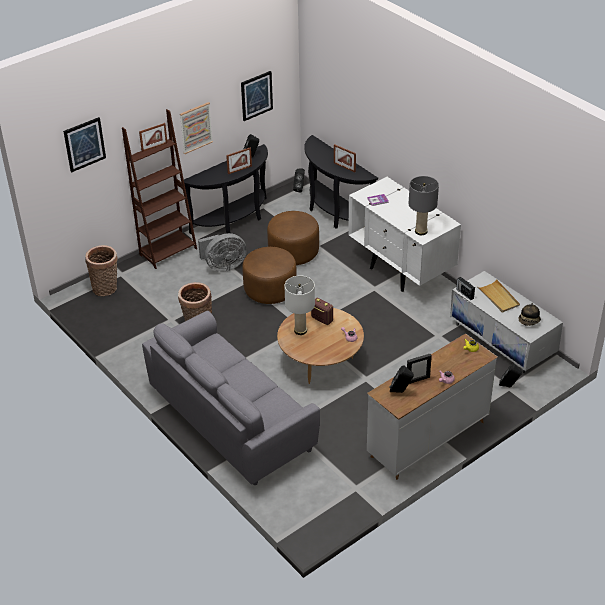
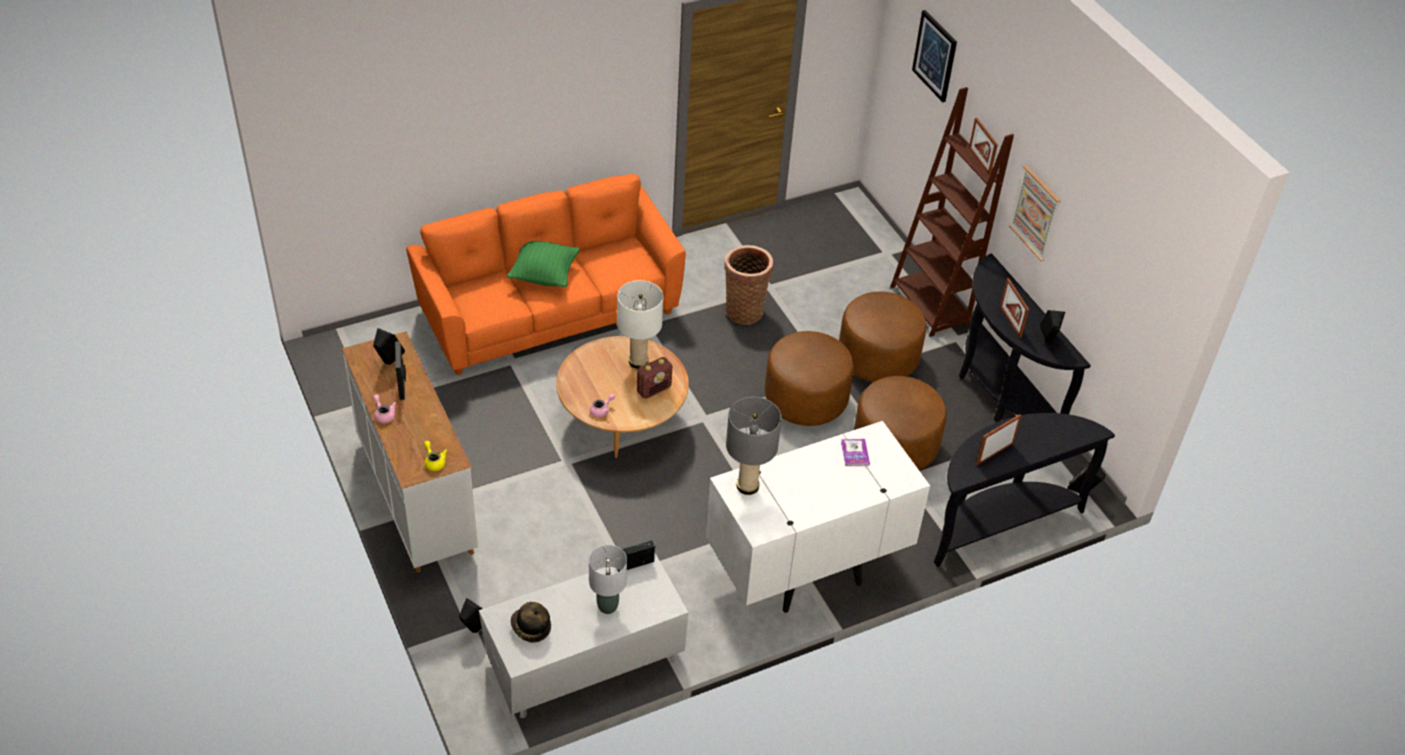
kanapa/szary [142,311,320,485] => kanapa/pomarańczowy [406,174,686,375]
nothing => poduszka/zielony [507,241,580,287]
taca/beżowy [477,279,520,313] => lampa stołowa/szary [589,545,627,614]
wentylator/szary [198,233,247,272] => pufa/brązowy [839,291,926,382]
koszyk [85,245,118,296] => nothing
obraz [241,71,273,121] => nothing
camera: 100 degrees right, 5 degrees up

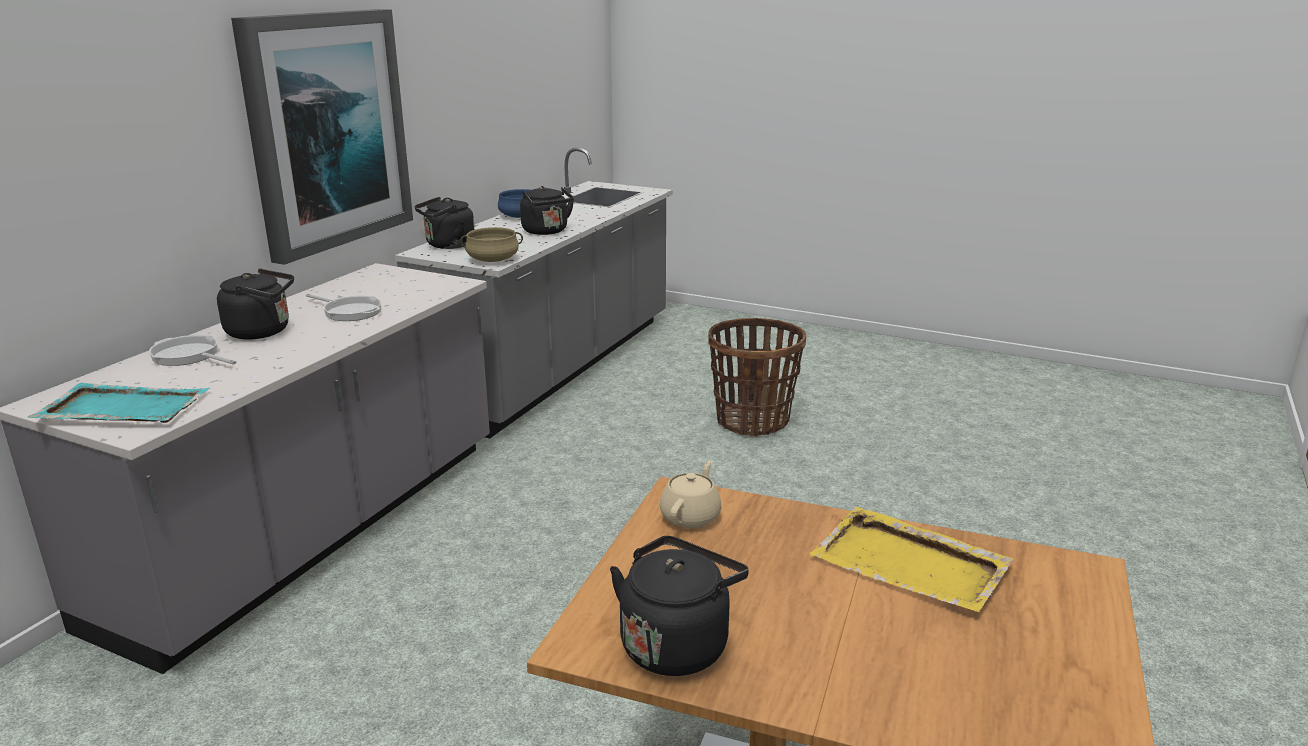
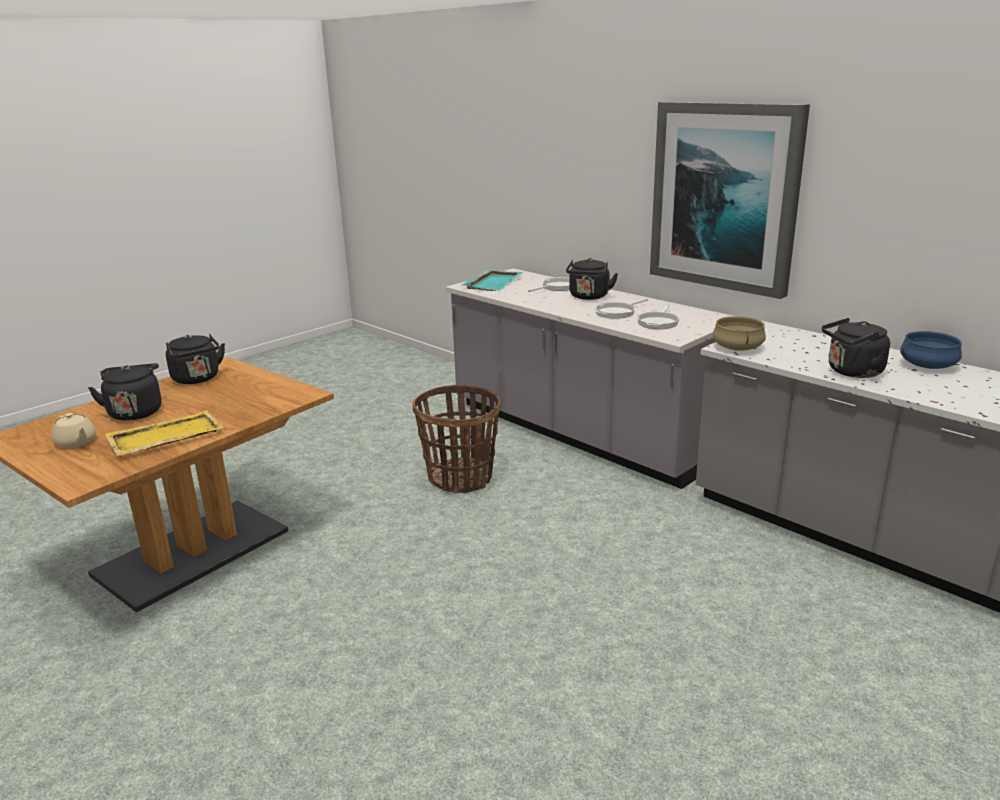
imbryk/beżowy [660,461,721,528] => imbryk/beżowy [51,413,96,448], moved
czajnik/czarny [415,197,475,249] => czajnik/czarny [88,363,162,421], moved
koszyk [708,318,806,437] => koszyk [413,384,501,494], moved
nothing => patelnia [636,304,680,329]
camera: 110 degrees right, 0 degrees up

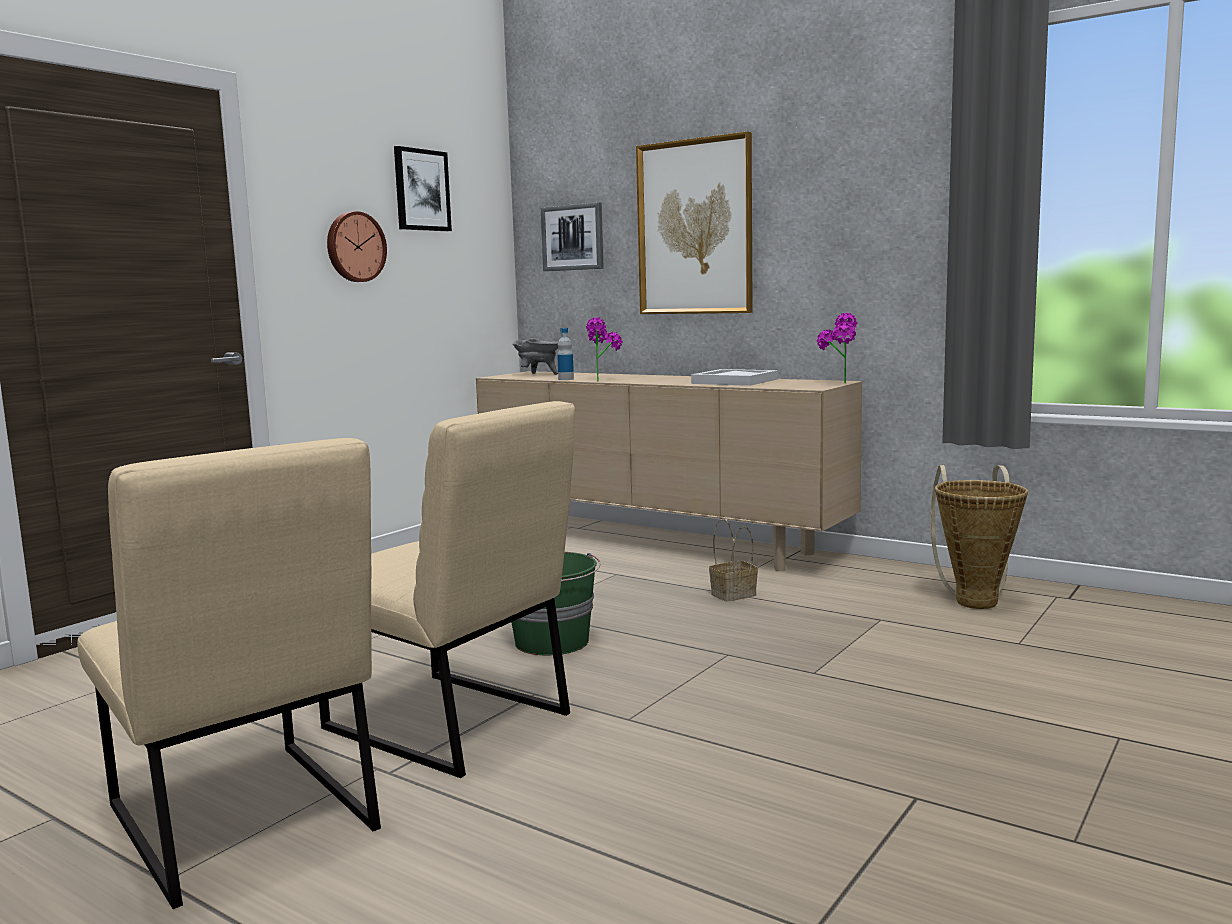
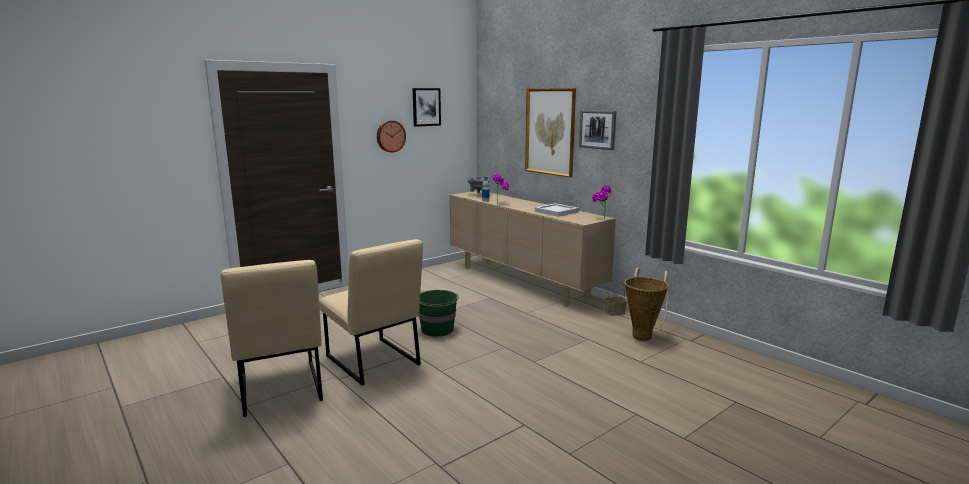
obraz [541,202,604,271] => obraz [579,110,616,150], moved
koszyk [709,519,758,602] => koszyk [605,277,627,316], moved
camera: 15 degrees right, 5 degrees up

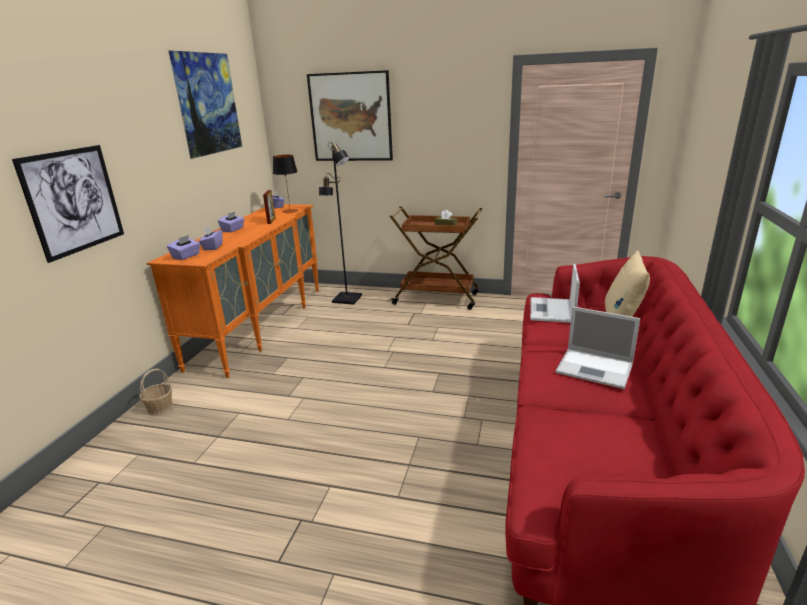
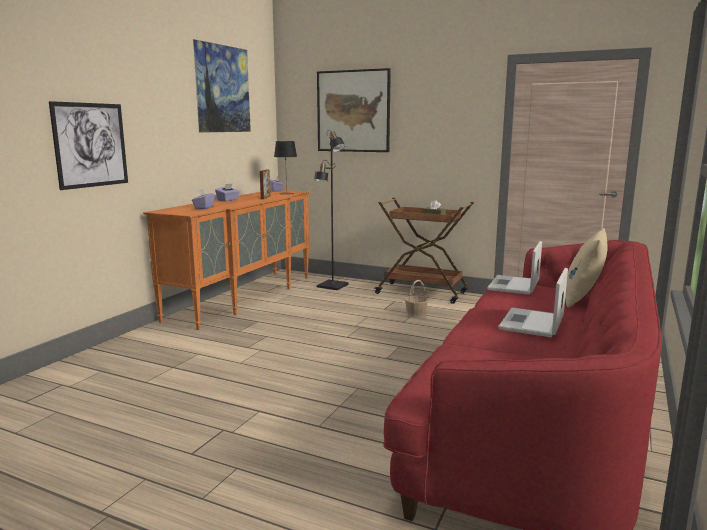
koszyk [140,369,173,416] => koszyk [405,280,429,317], moved
laptop [555,307,640,389] => laptop [498,268,568,337], 75 degrees clockwise
pudełko chusteczek/fioletowy [167,235,200,260] => nothing
camera: 10 degrees right, 10 degrees down

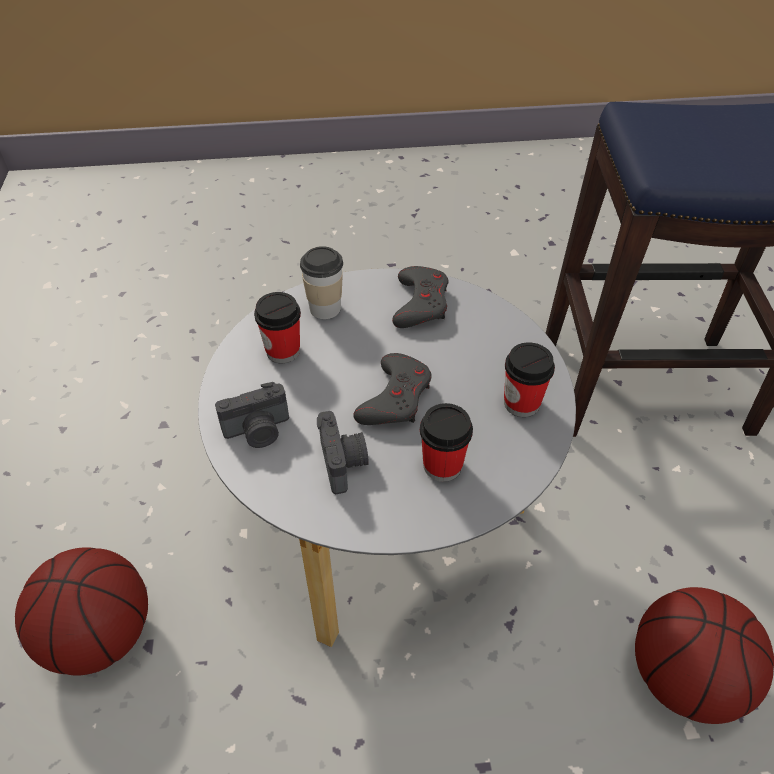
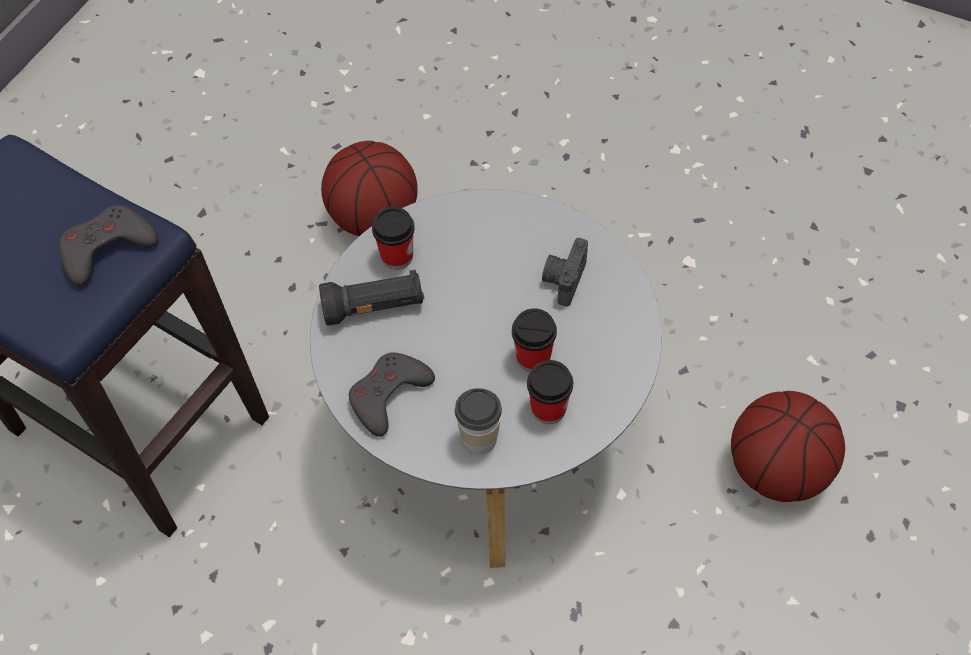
pad do gier/szary [353,353,431,425] => pad do gier/szary [59,205,159,286], moved
nothing => latarka/czarny [319,270,424,326]
filiżanka [420,403,473,482] => filiżanka [512,308,557,372], moved
aparat fotograficzny [215,382,289,448] => nothing
camera: 145 degrees left, 10 degrees up

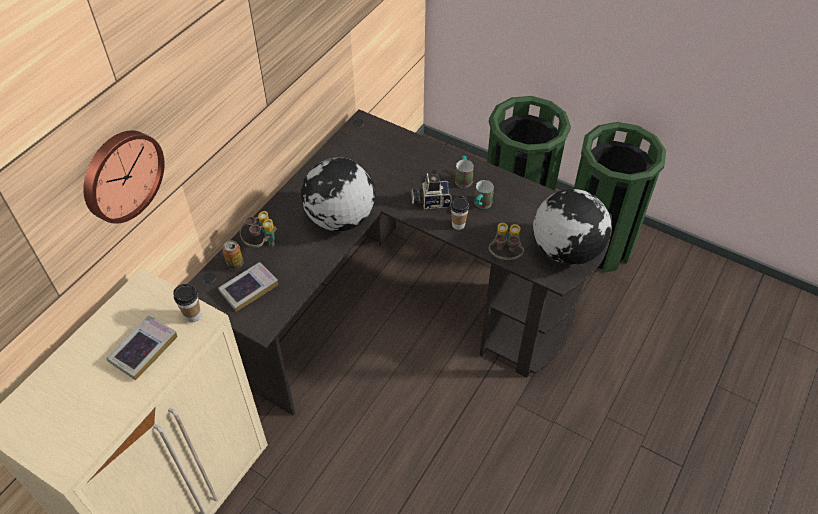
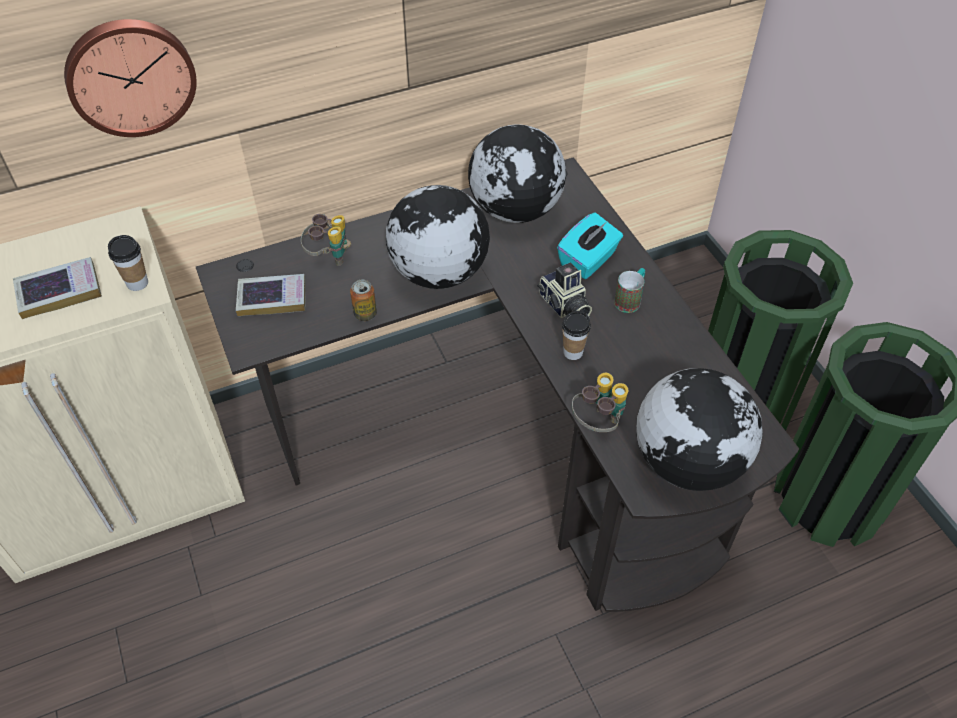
puszka [222,240,244,270] => puszka [350,279,377,321], moved
nothing => globus [468,124,566,223]
aparat fotograficzny [411,173,451,209] => aparat fotograficzny [537,263,592,318], 150 degrees counterclockwise
nothing => pudełko chusteczek/turkusowy [557,213,623,279]
kubek [474,180,494,209] => nothing
camera: 35 degrees right, 0 degrees up

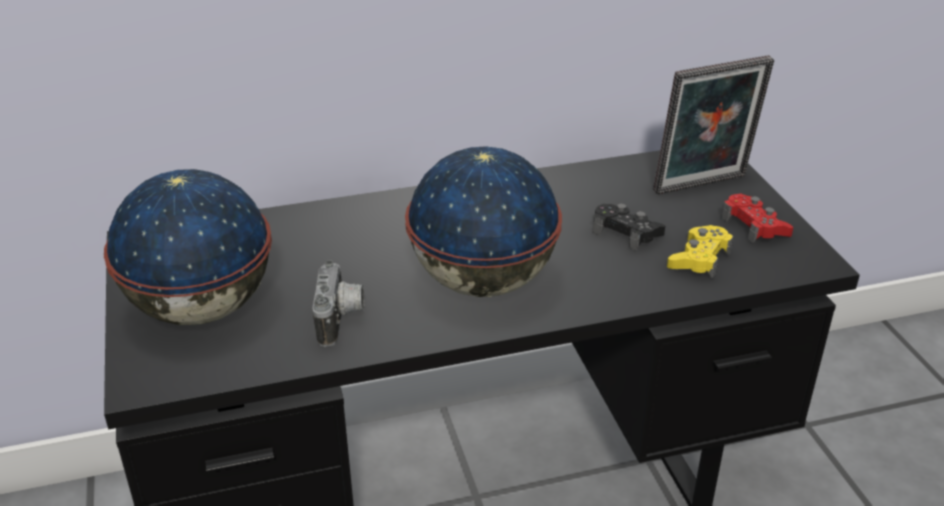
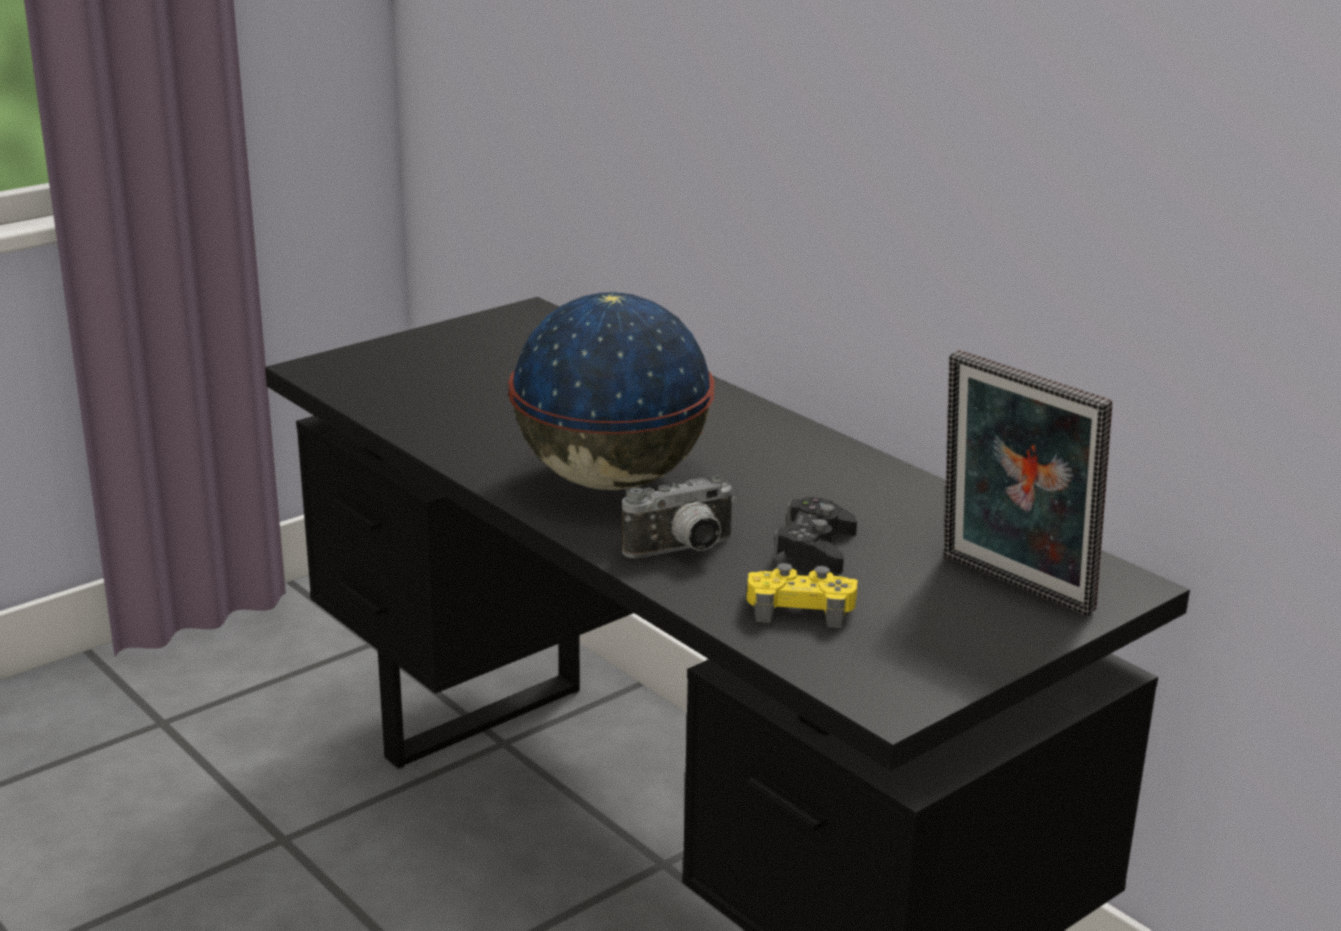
aparat fotograficzny [312,260,364,347] => aparat fotograficzny [622,476,736,558], moved
globus [104,169,272,325] => nothing
pad do gier/czerwony [721,194,794,243] => nothing
camera: 65 degrees right, 10 degrees down

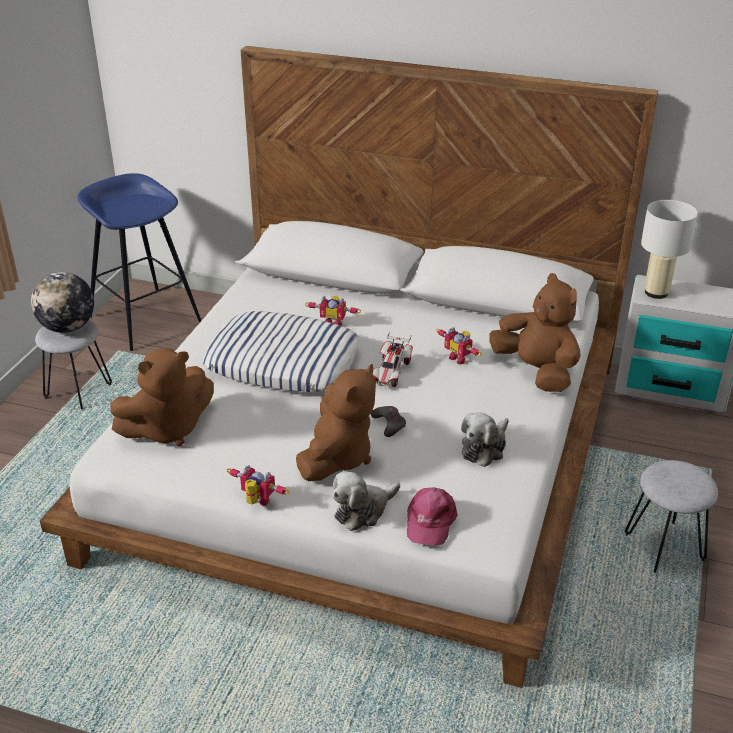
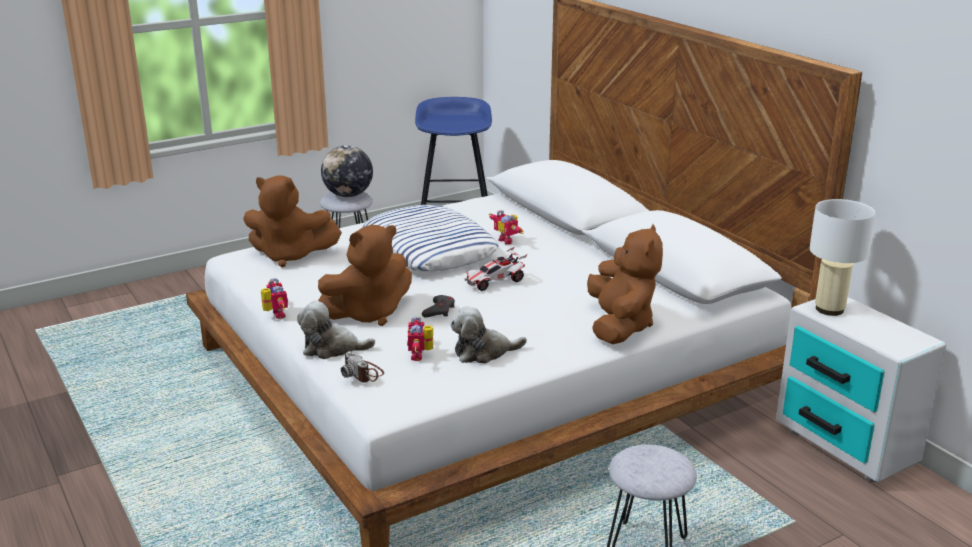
czapka z daszkiem/różowy [407,487,458,546] => aparat fotograficzny [341,351,384,383]
robot zabawkowy [436,327,481,364] => robot zabawkowy [407,316,433,361], moved
camera: 40 degrees right, 10 degrees down

